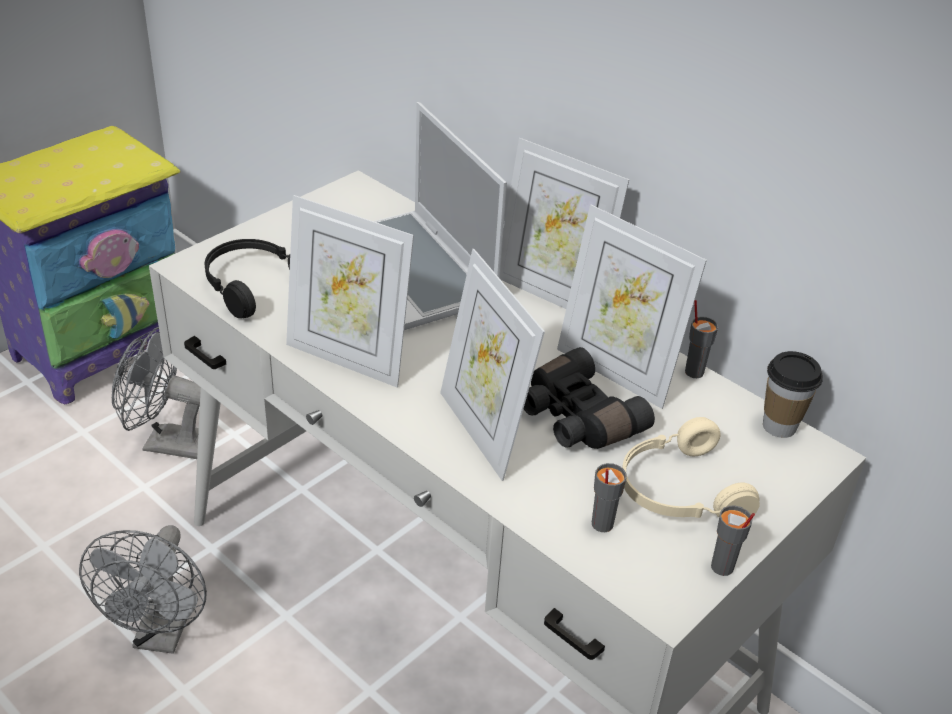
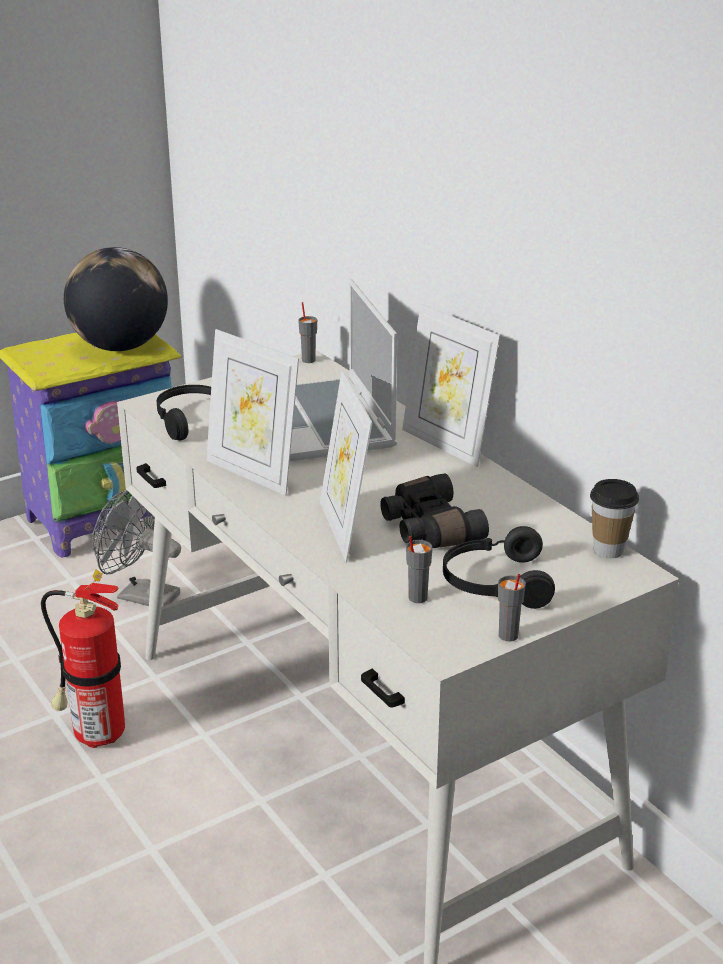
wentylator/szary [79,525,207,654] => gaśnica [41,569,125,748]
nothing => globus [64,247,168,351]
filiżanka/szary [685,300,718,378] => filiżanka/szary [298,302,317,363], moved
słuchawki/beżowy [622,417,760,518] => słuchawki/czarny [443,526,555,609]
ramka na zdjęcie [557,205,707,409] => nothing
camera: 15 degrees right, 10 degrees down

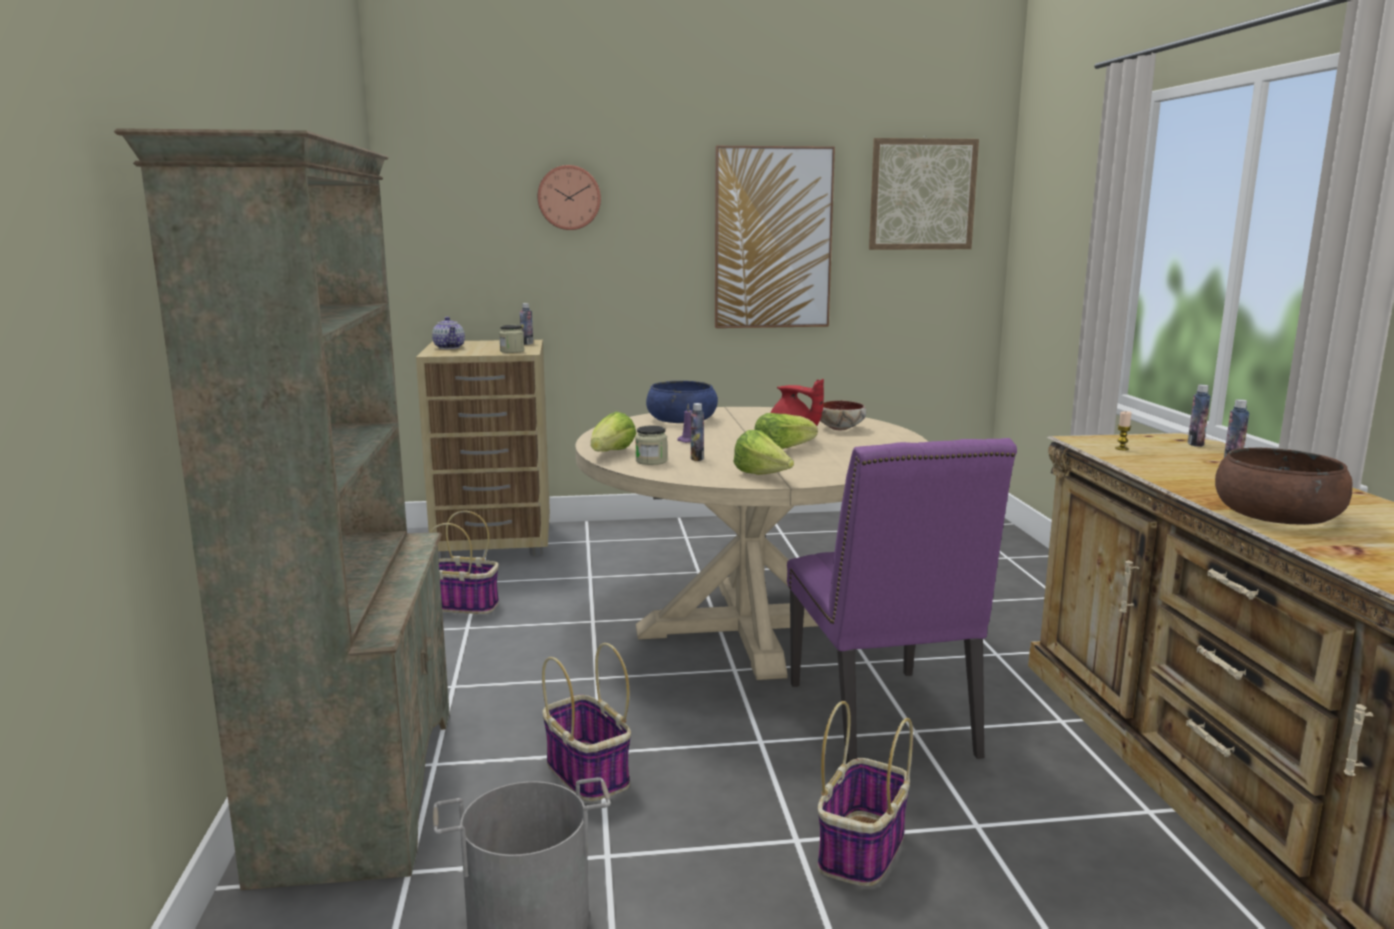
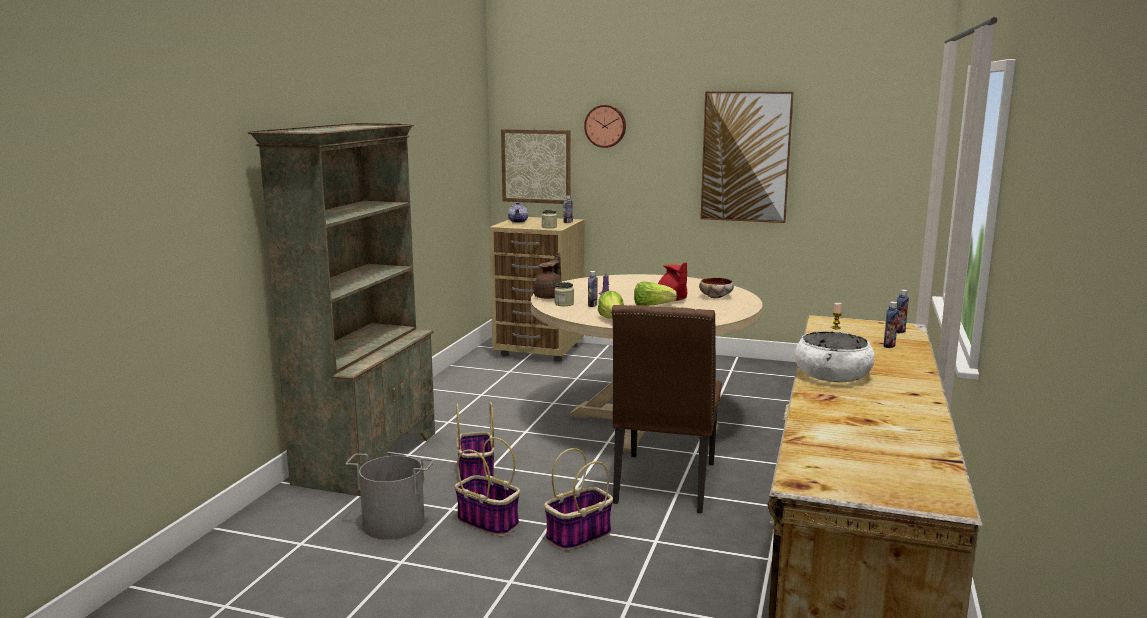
koszyk [429,511,499,614] => koszyk [455,437,520,537], moved
obraz [869,137,979,250] => obraz [501,129,571,204], moved
sałata [591,411,636,452] => imbryk/brązowy [534,252,562,299]
krzesło/fioletowy [787,438,1017,764] => krzesło/brązowy [612,305,722,513]
miska/brązowy [1215,448,1353,525] => miska/biały [795,331,875,382]
miska/niebieski [646,381,718,423] => nothing
camera: 25 degrees right, 0 degrees up

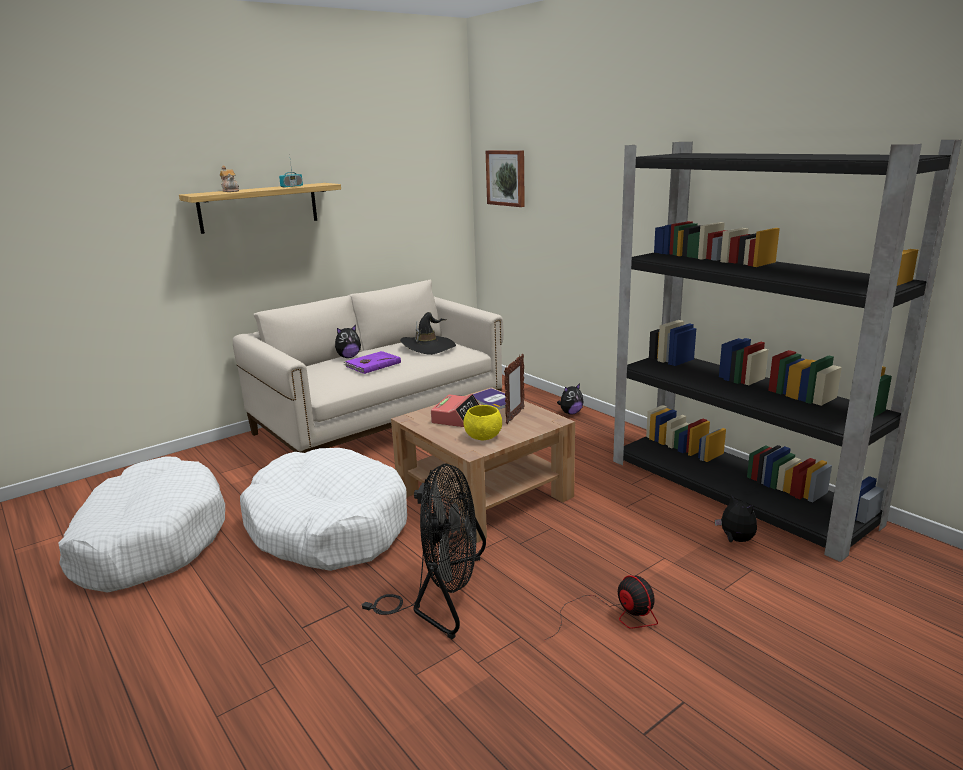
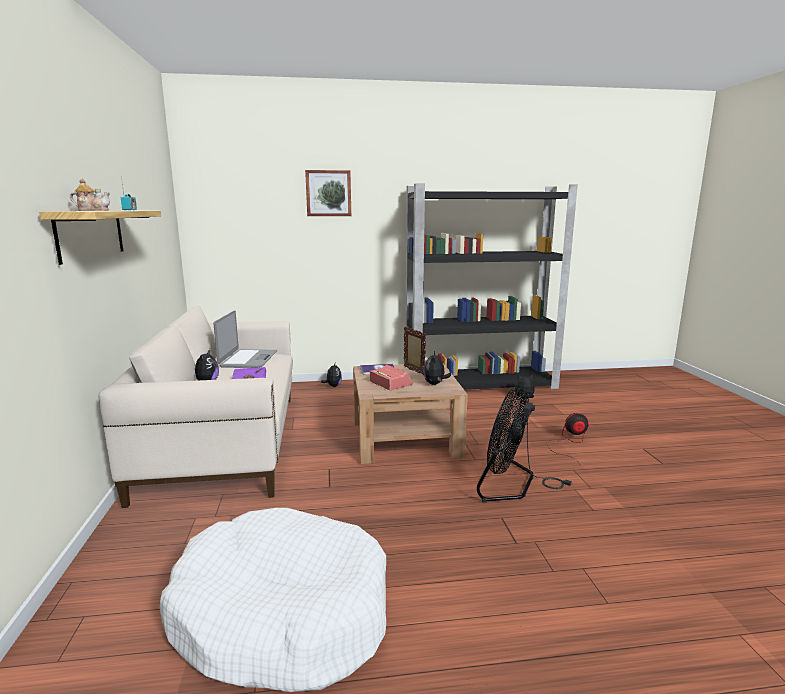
kapelusz/czarny [400,312,456,355] => laptop [213,311,277,368]
obraz [486,150,525,207] => obraz [305,170,351,216], moved
miska/żółty [463,405,502,440] => pluszak [423,352,451,385]
wentylator/czarny [361,464,486,639] => wentylator/czarny [477,387,573,503], 105 degrees counterclockwise
legowisko/biały [240,448,407,571] => nothing
camera: 60 degrees left, 5 degrees down

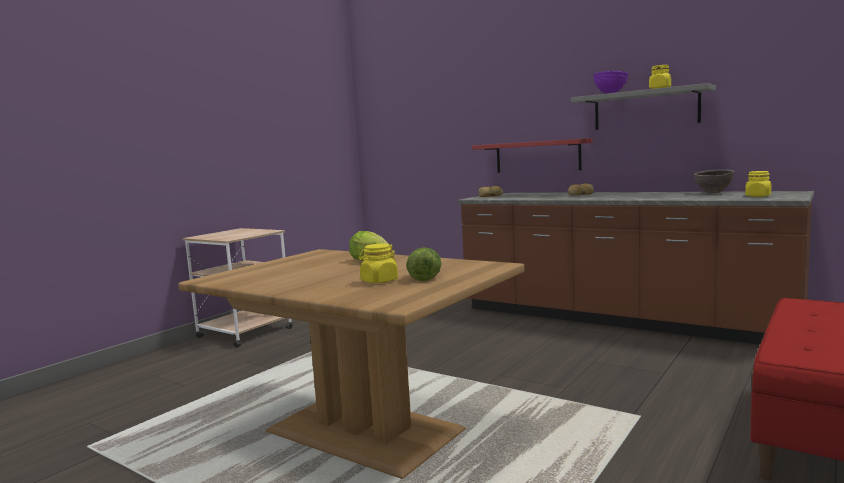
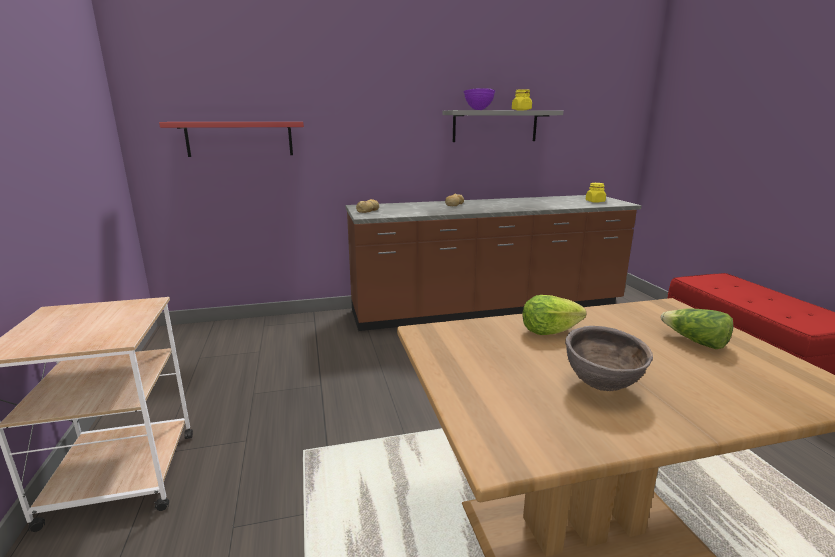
półka/czerwony [472,138,593,173] => półka/czerwony [159,122,304,157], moved
miska/brązowy [694,169,735,194] => miska/brązowy [565,326,653,391], moved
słoik/żółty [359,244,398,283] => nothing
camera: 50 degrees left, 10 degrees up

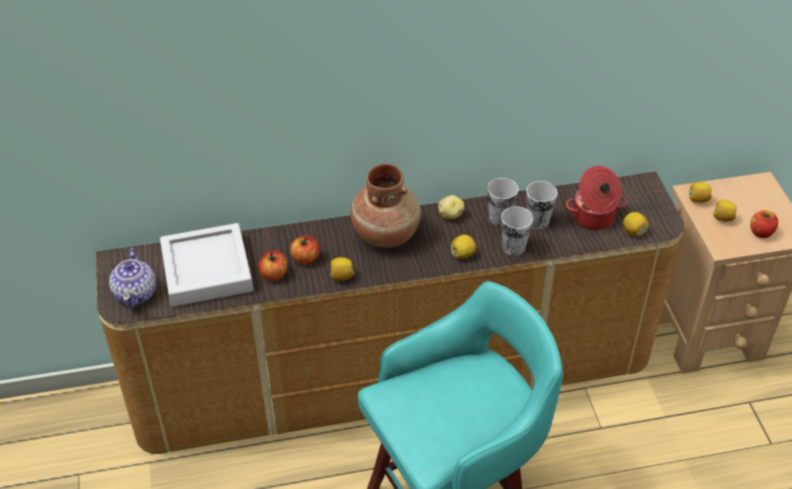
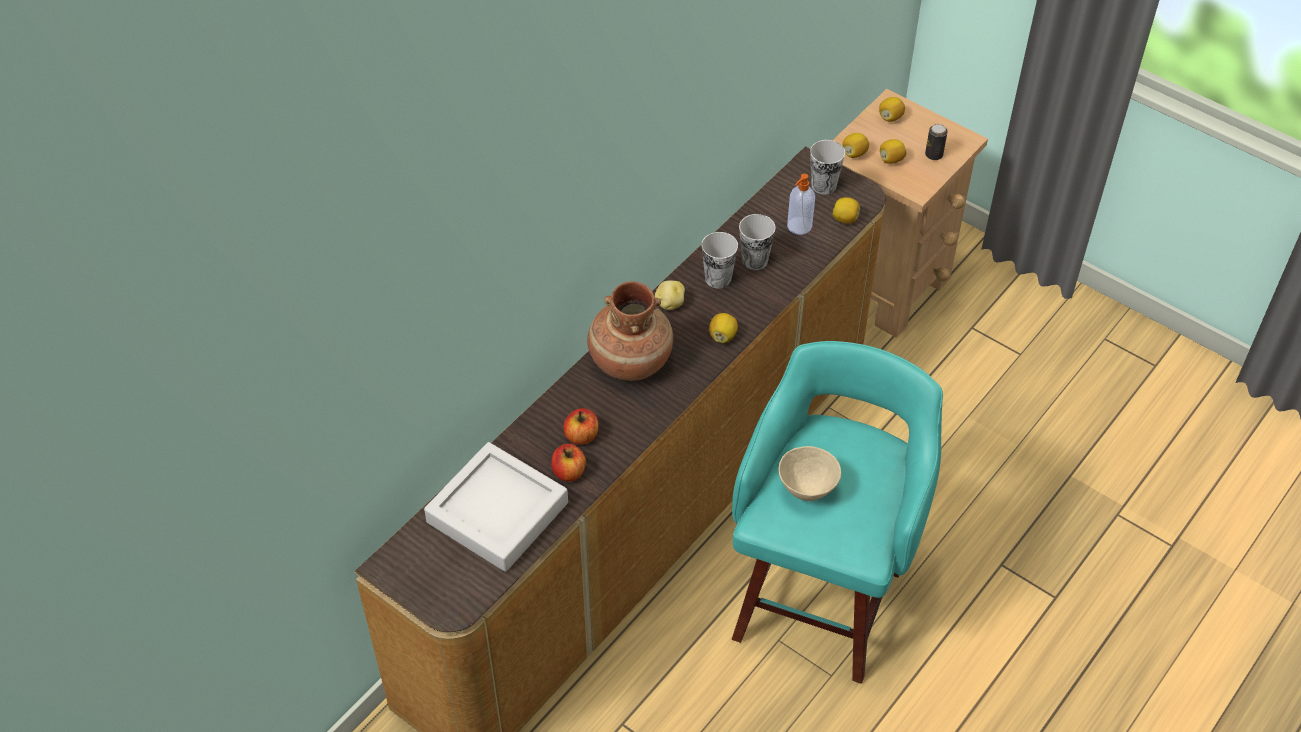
nothing => miska/beżowy [779,446,841,501]
garnek [566,166,626,230] => dozownik mydła [787,174,815,235]
filiżanka [501,207,533,256] => filiżanka [810,140,845,195], moved
cytryna [330,257,354,280] => cytryna [879,97,905,122], moved
jabłko [750,210,778,238] => puszka [925,124,948,160]
imbryk [109,248,156,308] => nothing
camera: 40 degrees left, 5 degrees up

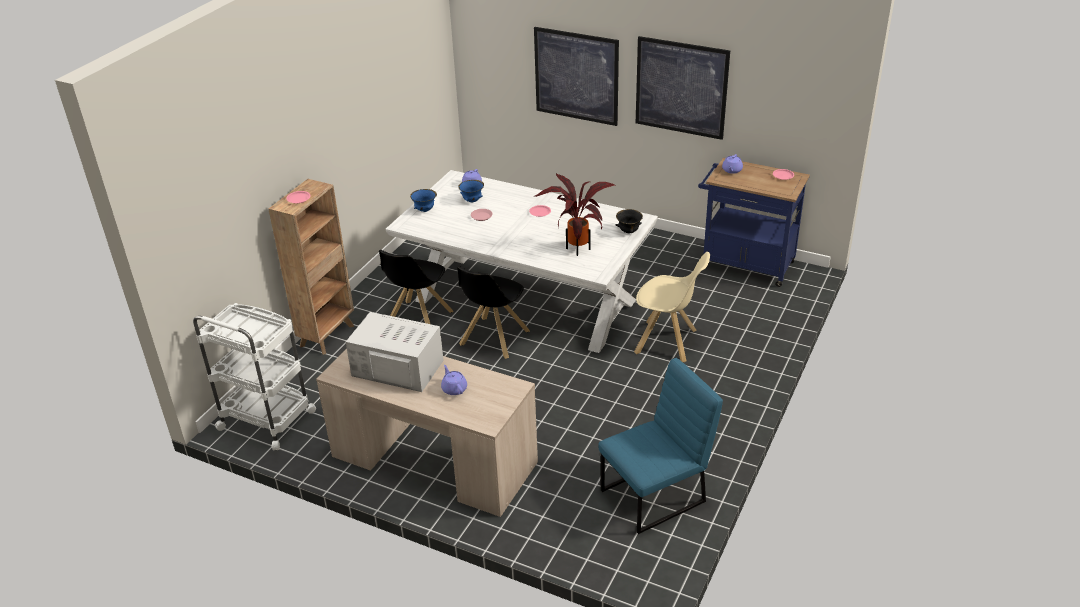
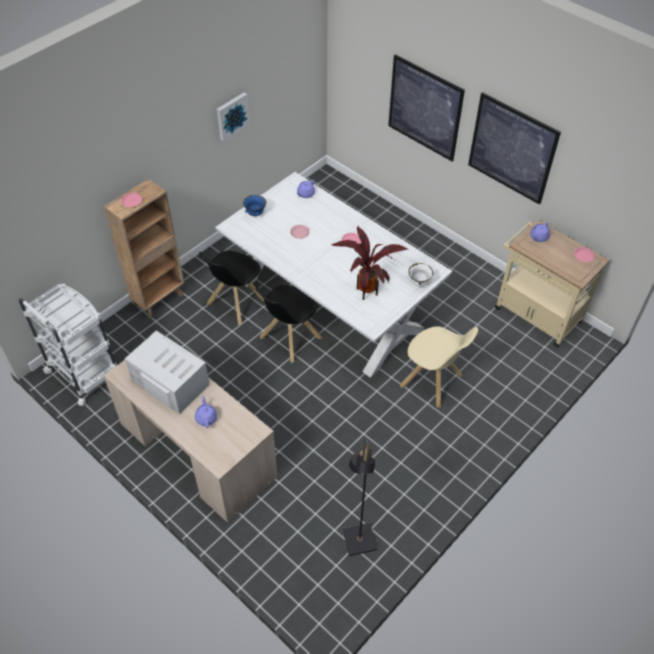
nothing => obraz [217,92,250,141]
krzesło/niebieski [598,358,723,534] => lampa stojąca/czarny [342,439,378,556]
miska/czarny [615,209,643,233] => miska/biały [407,263,433,288]
wózek/niebieski [698,158,810,287] => wózek/beżowy [495,219,610,347]
miska/niebieski [458,180,484,202] => nothing
camera: 15 degrees right, 15 degrees up

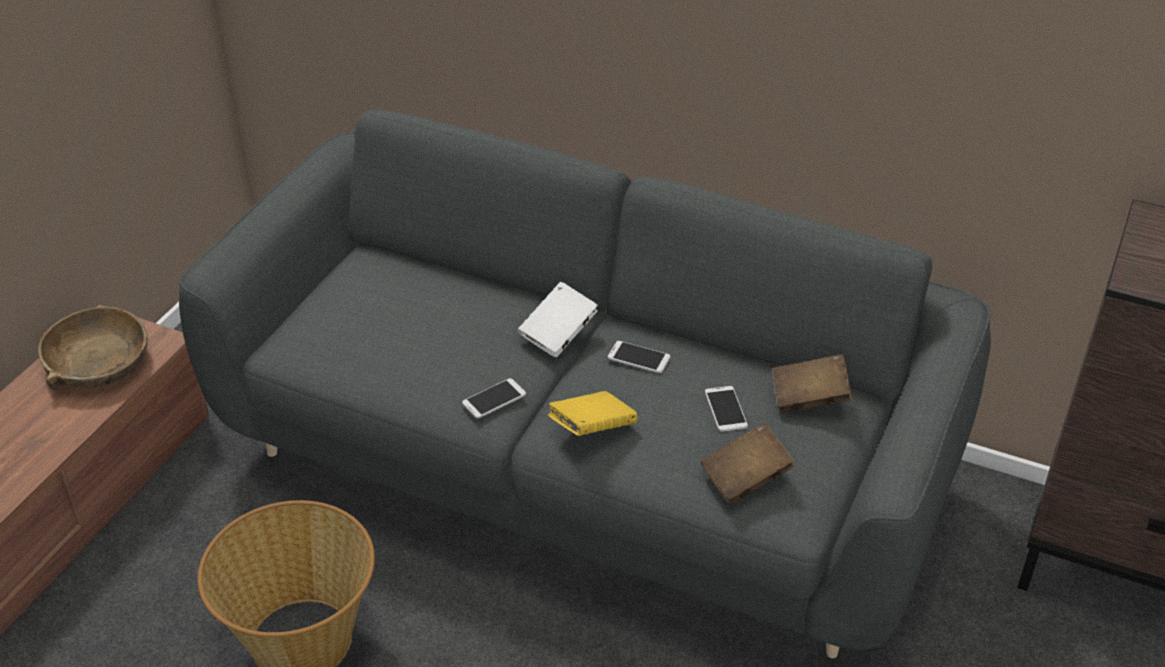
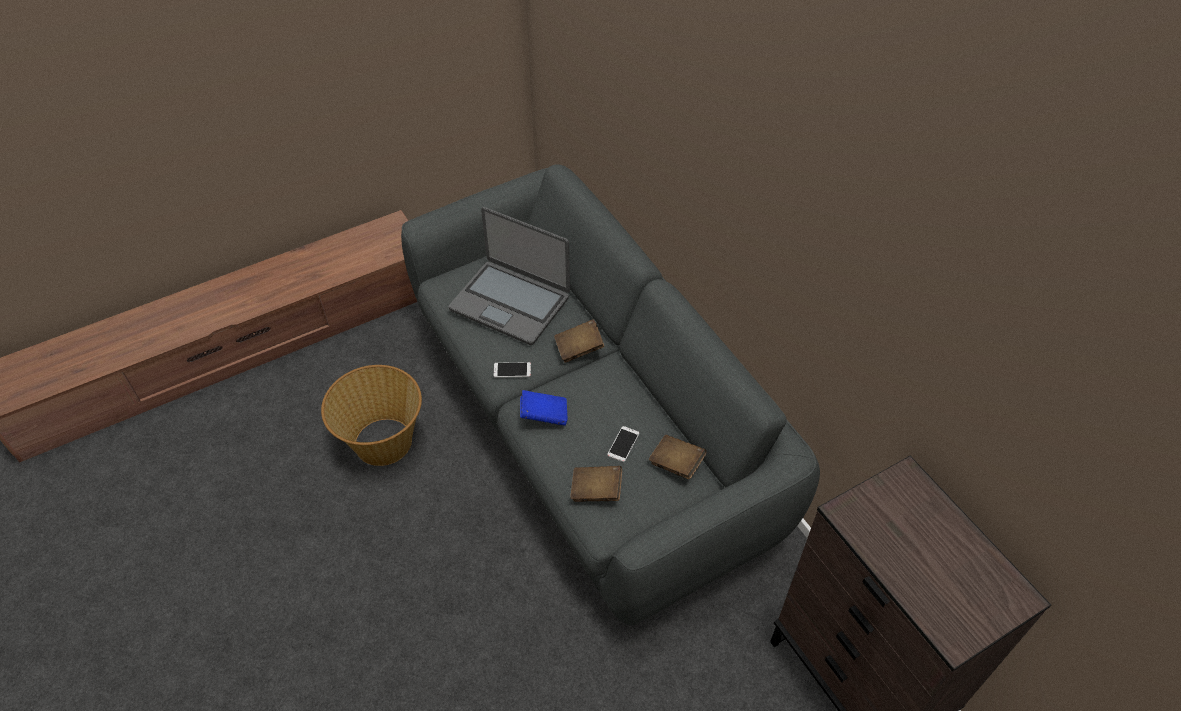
nothing => laptop [449,207,570,345]
książka/żółty [548,391,638,436] => książka/niebieski [520,390,567,426]
książka/biały [518,282,598,357] => książka/brązowy [554,319,604,363]
miska/brązowy [38,307,148,391] => nothing
telefon [608,341,671,373] => nothing
camera: 35 degrees right, 10 degrees up

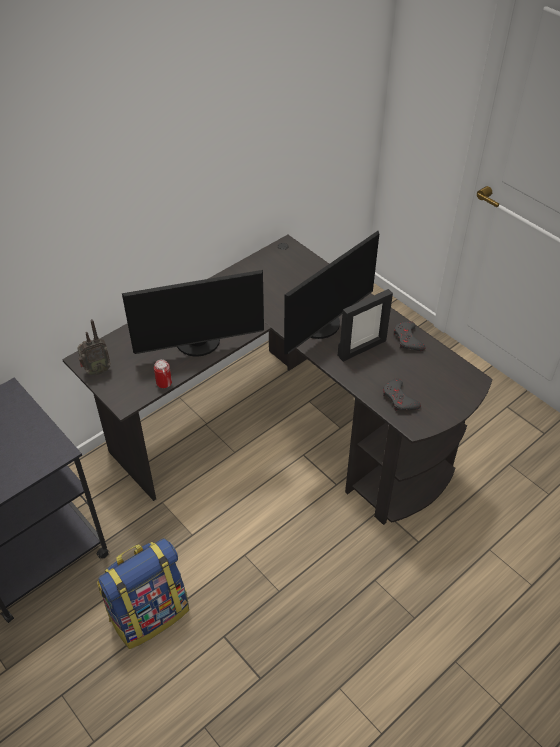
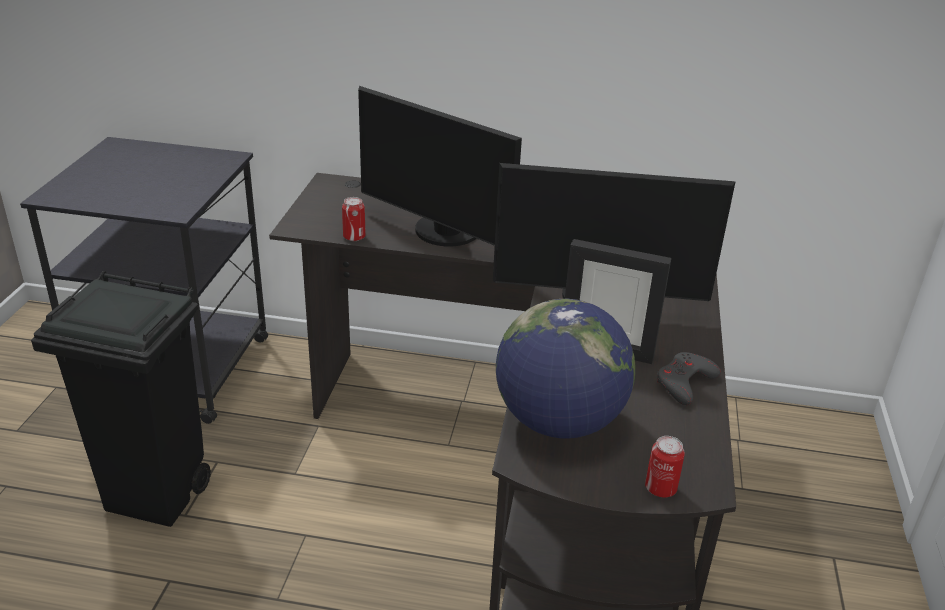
plecak [97,538,189,649] => kosz na śmieci/czarny [31,271,211,527]
pad do gier/szary [383,379,421,411] => globus [496,299,636,439]
nothing => puszka [645,436,685,497]
radio [77,319,111,375] => nothing
camera: 50 degrees right, 15 degrees down

